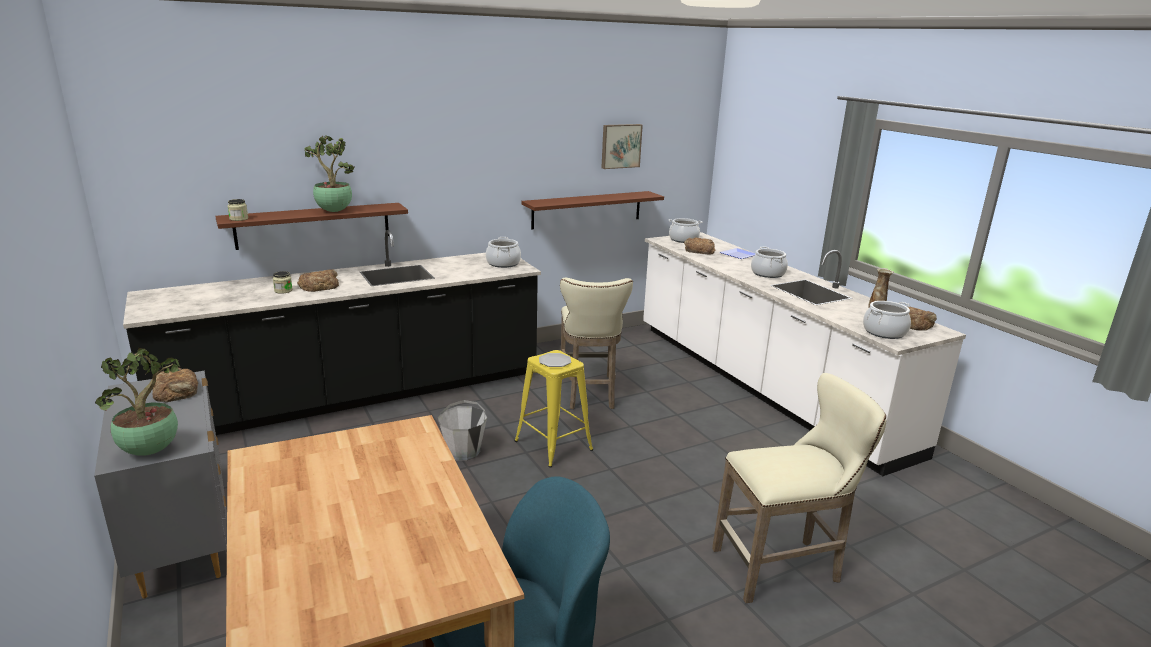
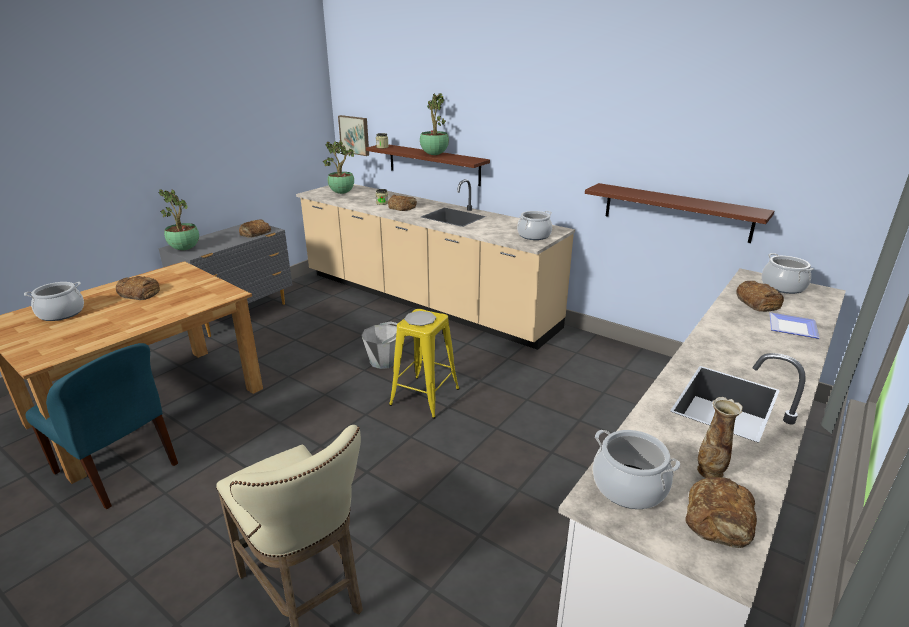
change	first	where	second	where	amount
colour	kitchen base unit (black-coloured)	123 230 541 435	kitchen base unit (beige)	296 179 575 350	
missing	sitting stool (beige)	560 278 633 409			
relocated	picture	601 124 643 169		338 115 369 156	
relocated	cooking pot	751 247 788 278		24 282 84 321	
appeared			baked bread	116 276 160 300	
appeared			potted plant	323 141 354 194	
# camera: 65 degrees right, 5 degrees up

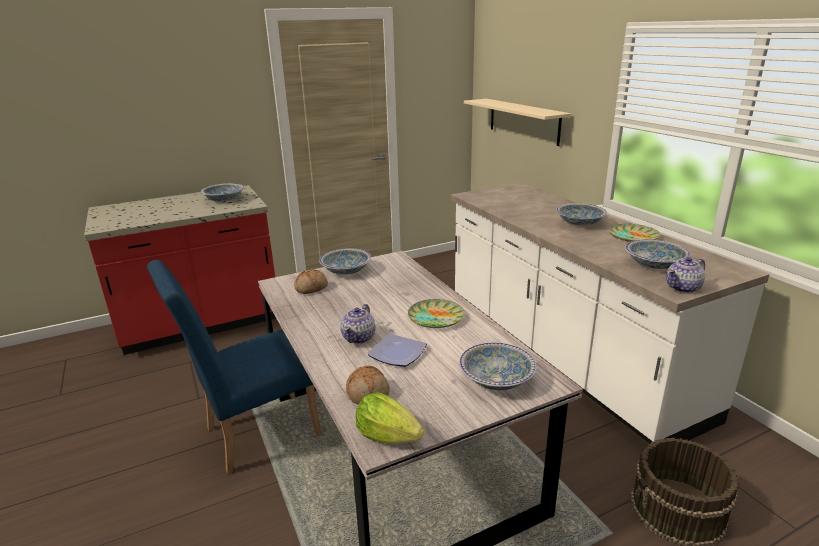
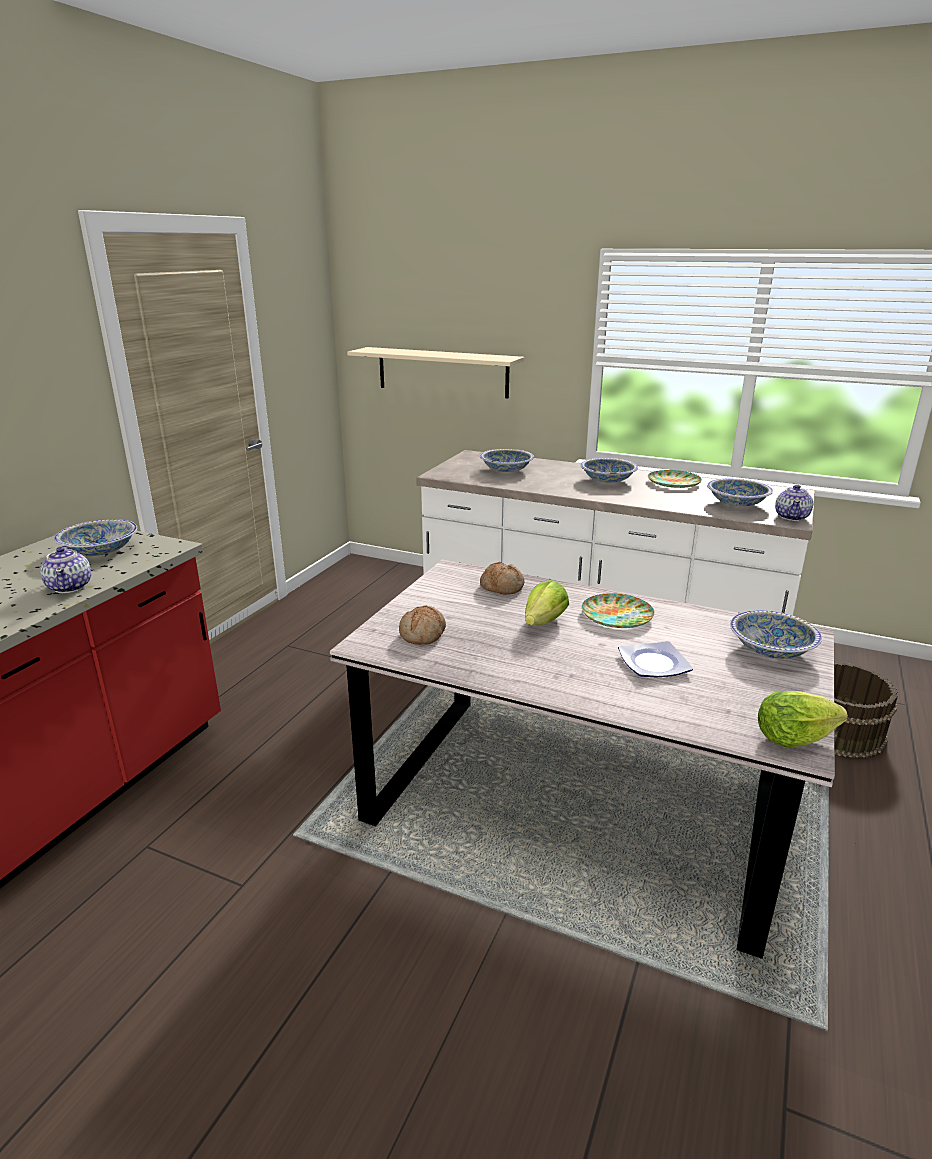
change	first	where	second	where	amount
missing	upright chair (blue)	147 260 322 474			
relocated	bowl	319 249 371 275		480 449 534 472	
relocated	teapot	341 304 375 344		40 545 91 593	
relocated	baked bread	346 365 390 405		480 562 524 594	
appeared			lettuce	525 580 569 626	
# camera: 40 degrees left, 0 degrees up

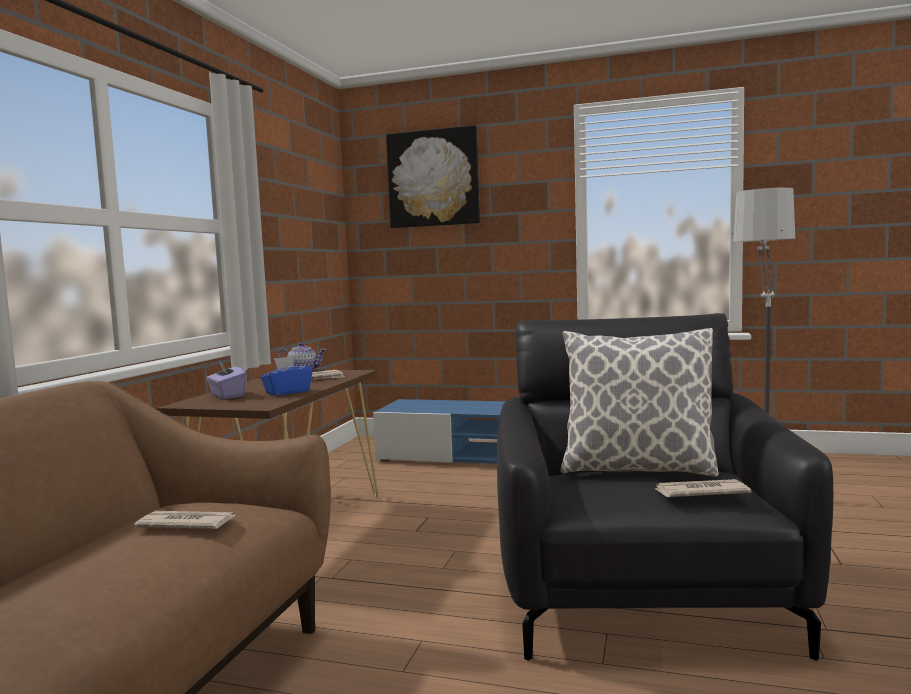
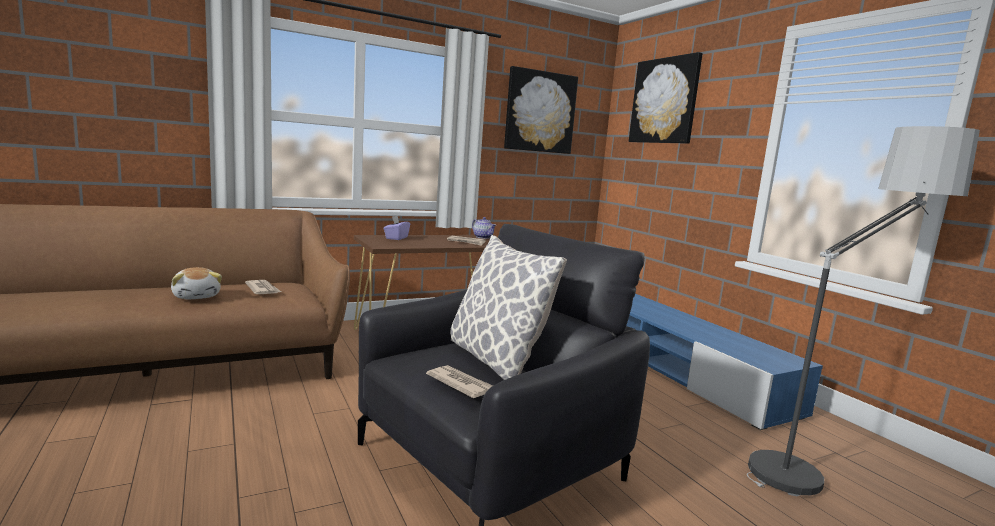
change	first	where	second	where	amount
missing	tissue box (blue)	260 356 313 396			
appeared			soft toy	171 267 222 299	
appeared			picture	504 66 578 154	
# camera: 45 degrees right, 5 degrees up

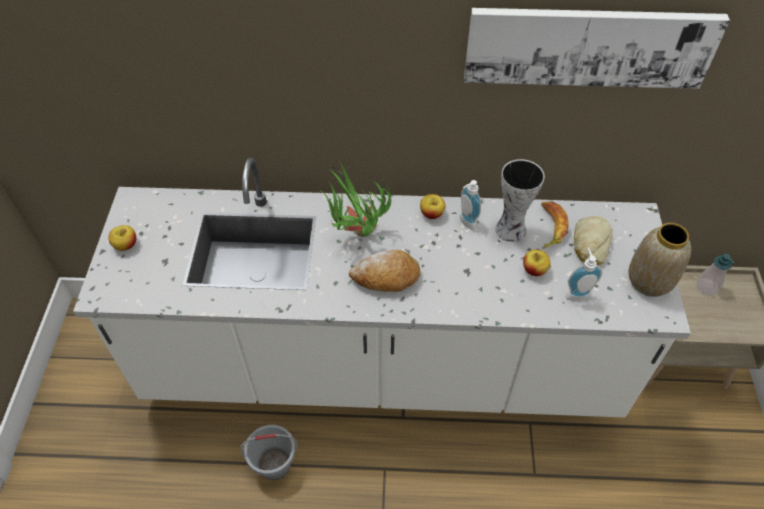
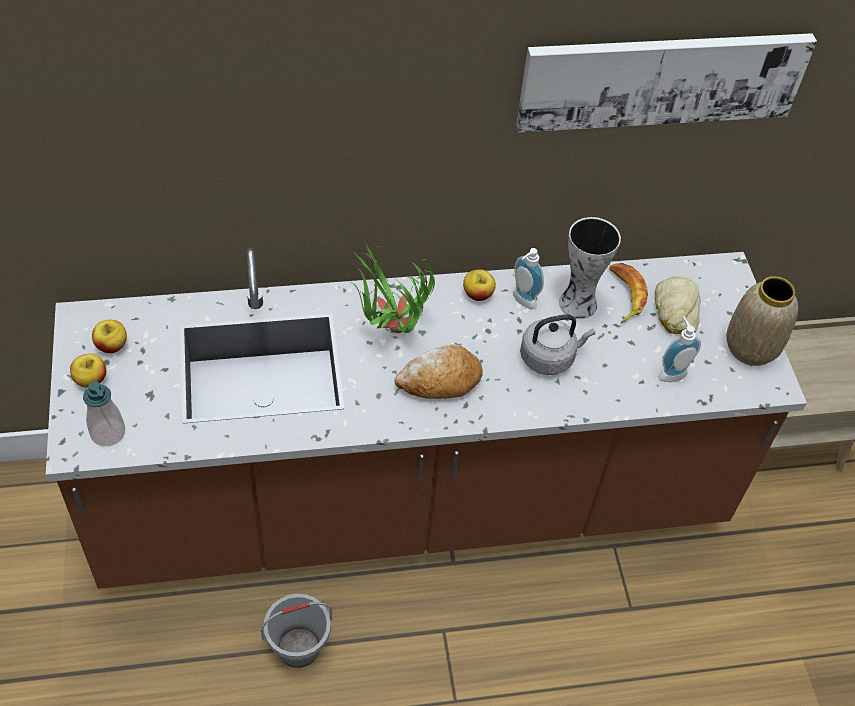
change	first	where	second	where	amount
colour	kitchen base unit (white-coloured)	73 158 691 418	kitchen base unit (brownish)	46 248 807 589	
relocated	whole apple	523 250 550 276		92 320 127 353	
relocated	soap bottle	696 254 735 296		83 381 125 446	
appeared			kettle (gray)	520 314 595 375	
# camera: 15 degrees left, 0 degrees up

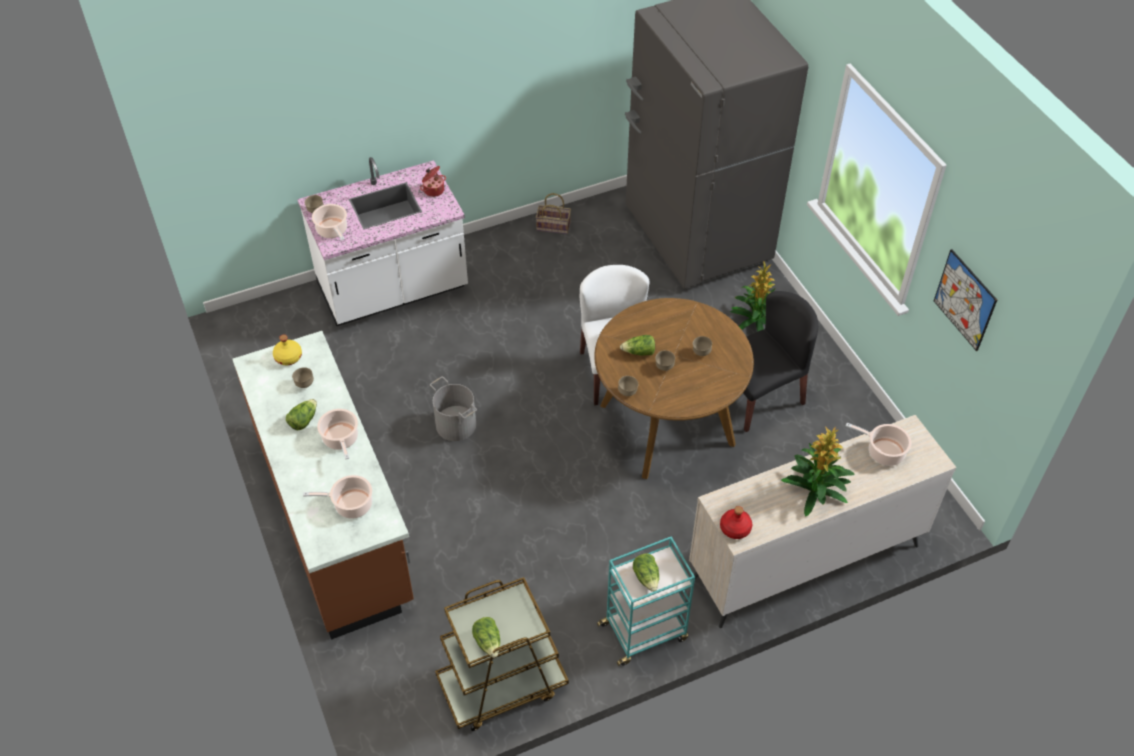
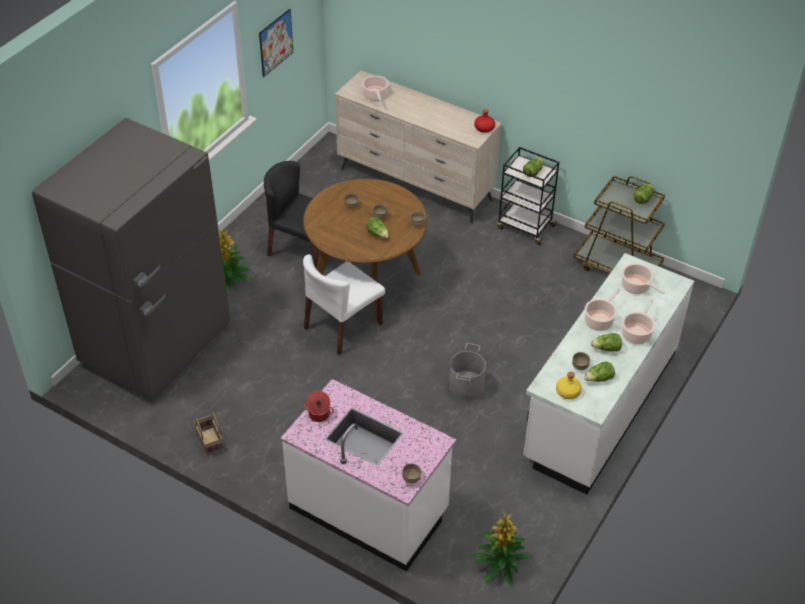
change	first	where	second	where	amount
colour	kitchen base unit (brownish)	232 331 414 640	kitchen base unit (white-coloured)	523 253 694 495	
relocated	cooking pot	312 204 347 241		622 299 655 344	
colour	trolley (turquoise-coloured)	597 536 695 666	trolley (black-coloured)	497 147 560 245	
relocated	potted plant	781 426 854 516		473 512 529 586	
appeared			lettuce	584 362 615 382	
# camera: 125 degrees left, 5 degrees down

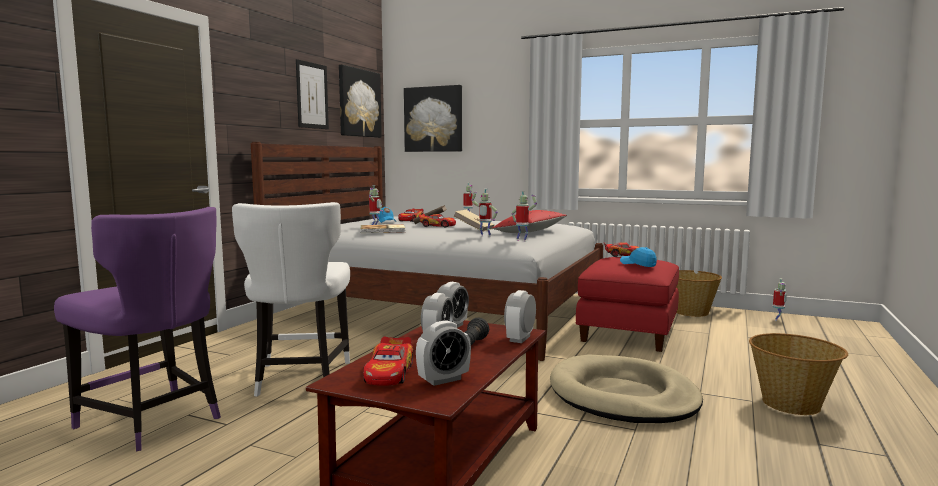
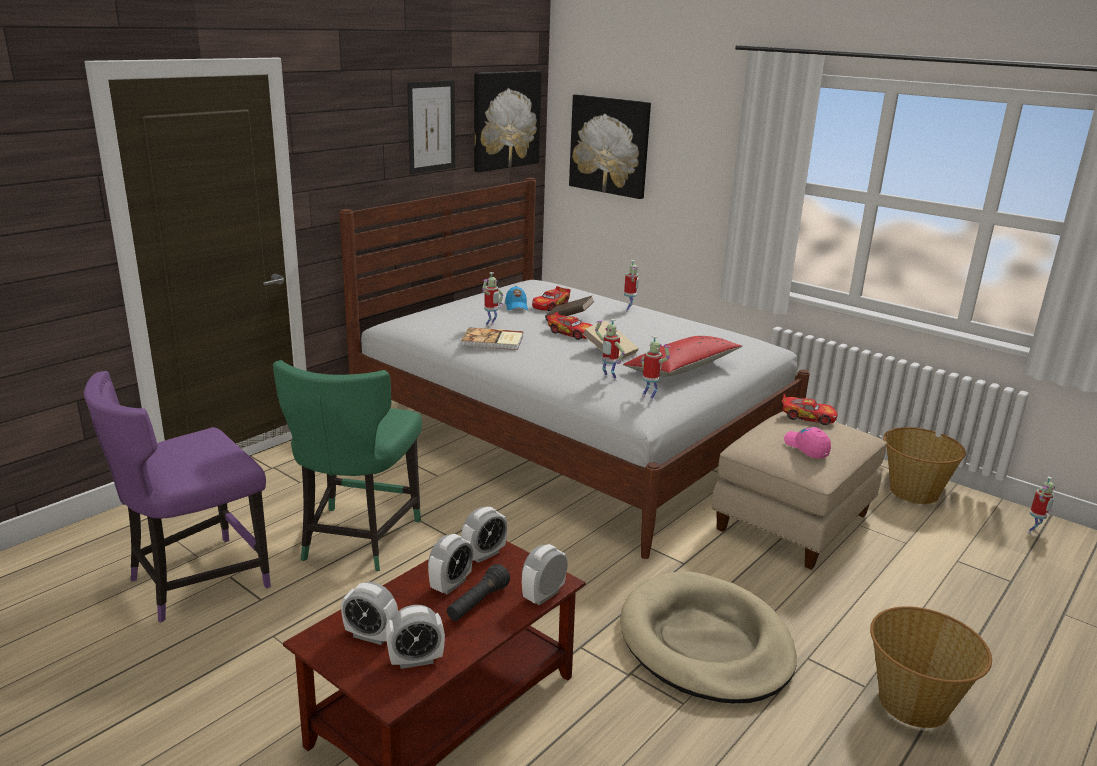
change	first	where	second	where	amount
spun	upright chair (purplish)	54 207 221 451		84 371 271 623	90 degrees clockwise
colour	upright chair (white-coloured)	232 202 350 397	upright chair (green)	273 360 422 571	
exchanged	miniature car	363 337 413 386	bedside clock	341 582 398 645	
colour	ottoman (reddish)	576 257 679 352	ottoman (beige)	712 411 887 570	
colour	peaked cap (blue)	620 247 657 267	peaked cap (pinkish)	784 426 831 459	
# camera: 15 degrees right, 15 degrees up

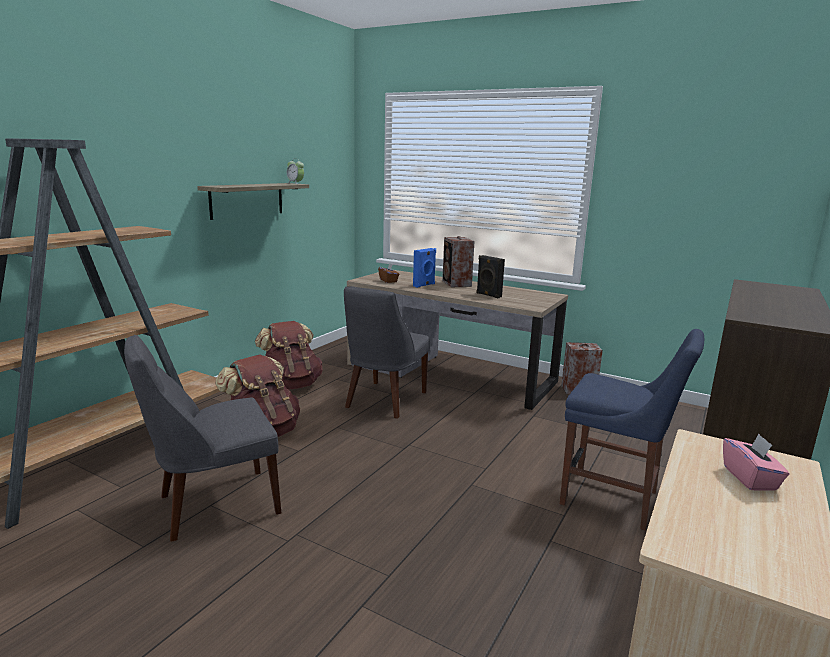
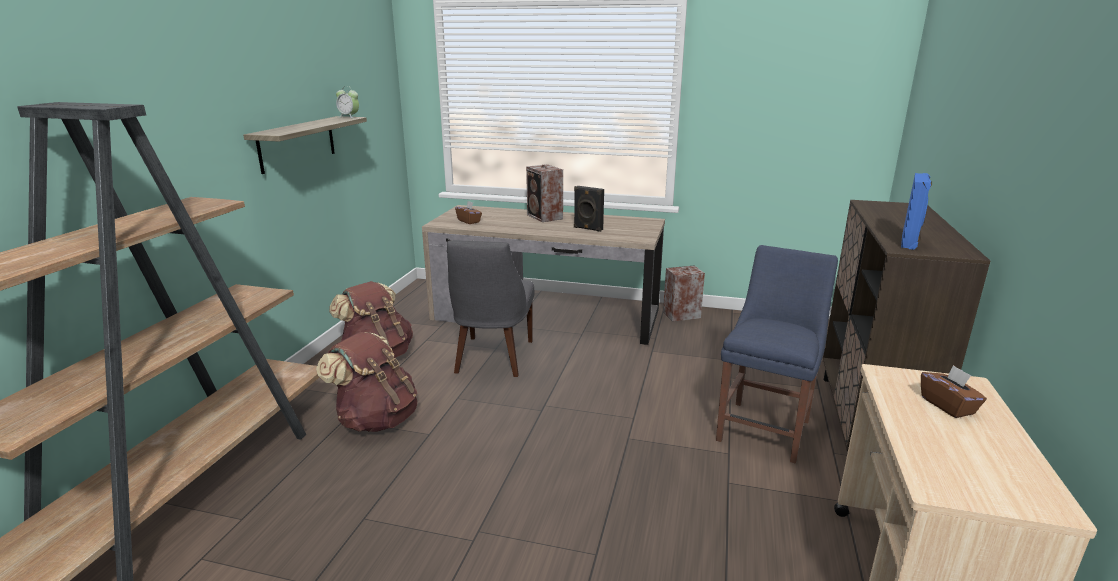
change	first	where	second	where	amount
missing	upright chair (gray)	124 335 281 542			
relocated	audio speaker (blue)	413 248 436 288		901 173 932 250	
spun	upright chair (blue)	560 329 704 531		716 245 838 464	75 degrees counterclockwise
colour	tissue box (pinkish)	723 434 789 491	tissue box (brownish)	921 365 987 418	
# camera: 15 degrees left, 5 degrees up

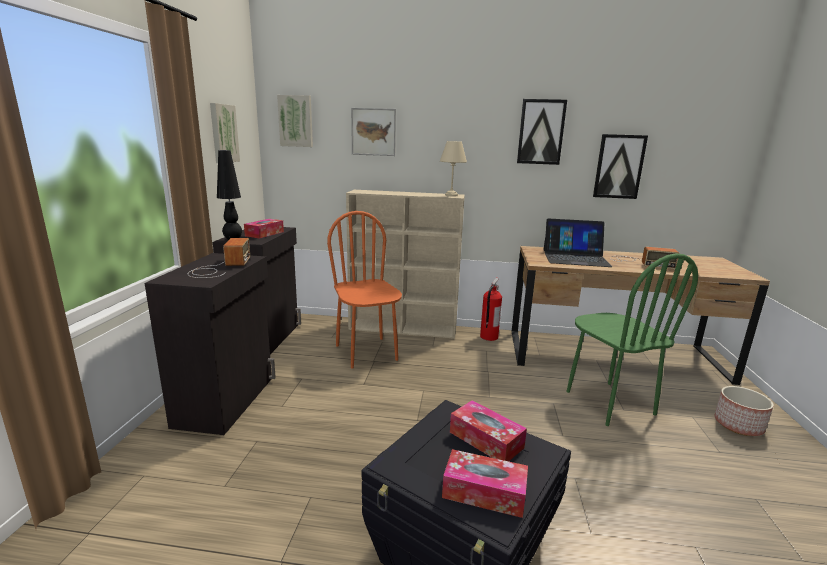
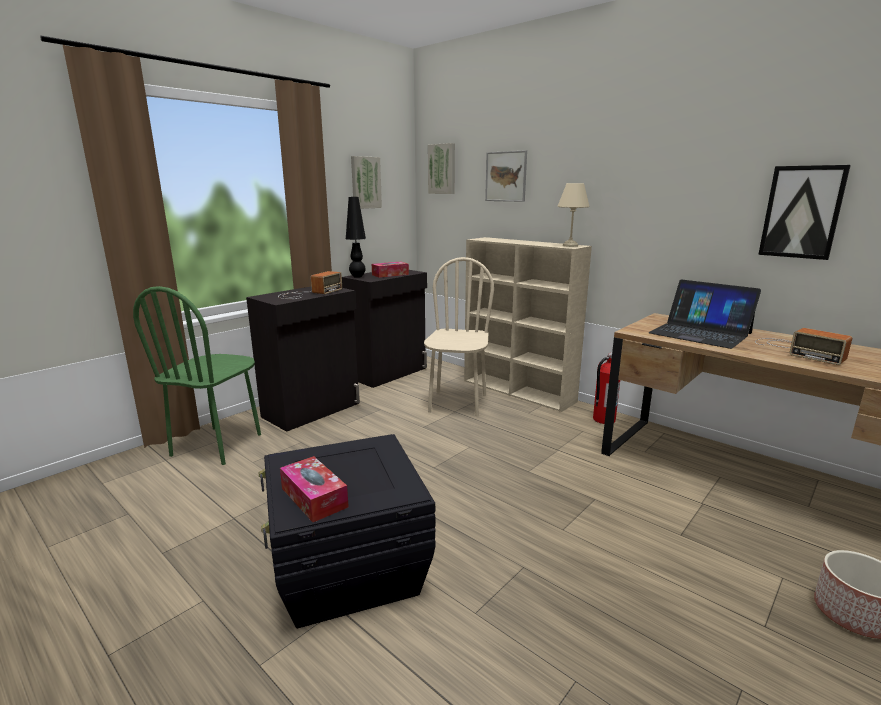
change	first	where	second	where	amount
colour	upright chair (orangey)	327 211 402 369	upright chair (beige)	424 257 494 417	
missing	tissue box	450 400 527 461			
missing	picture	517 99 567 165			
relocated	upright chair (green)	566 254 698 426		133 286 261 465	
# camera: 35 degrees right, 0 degrees up

